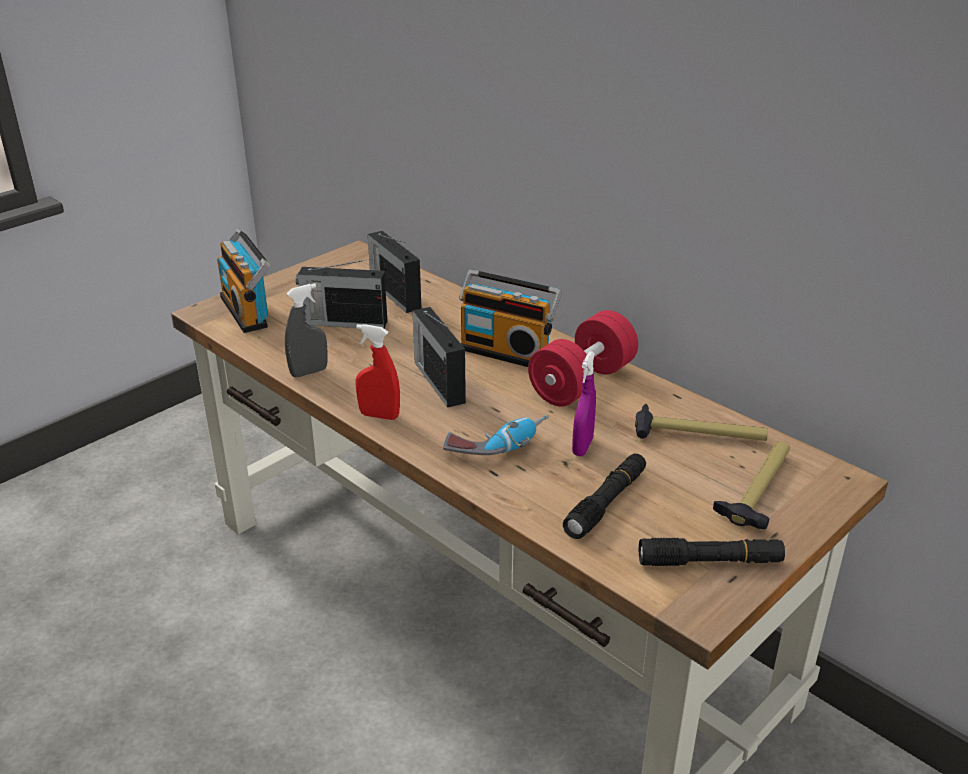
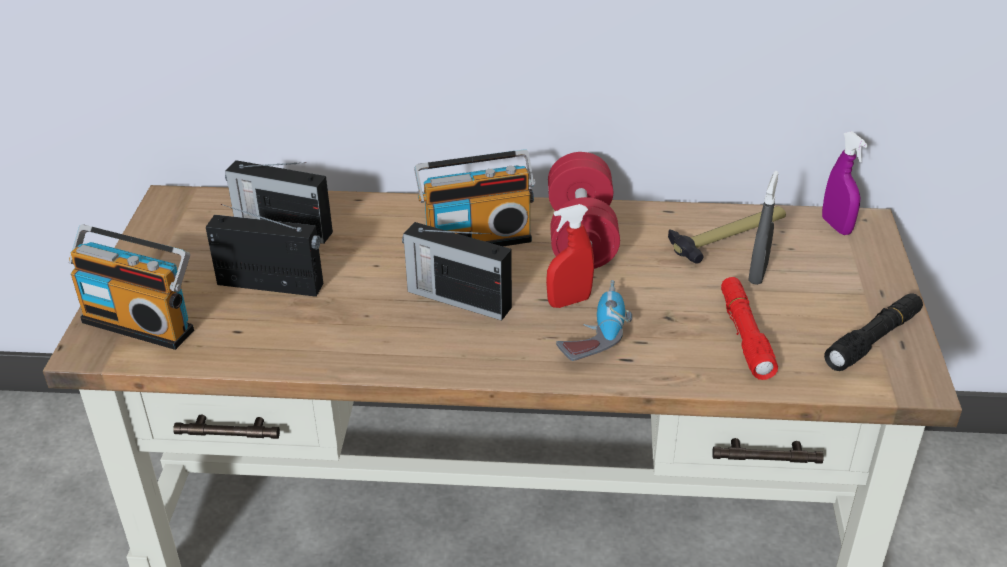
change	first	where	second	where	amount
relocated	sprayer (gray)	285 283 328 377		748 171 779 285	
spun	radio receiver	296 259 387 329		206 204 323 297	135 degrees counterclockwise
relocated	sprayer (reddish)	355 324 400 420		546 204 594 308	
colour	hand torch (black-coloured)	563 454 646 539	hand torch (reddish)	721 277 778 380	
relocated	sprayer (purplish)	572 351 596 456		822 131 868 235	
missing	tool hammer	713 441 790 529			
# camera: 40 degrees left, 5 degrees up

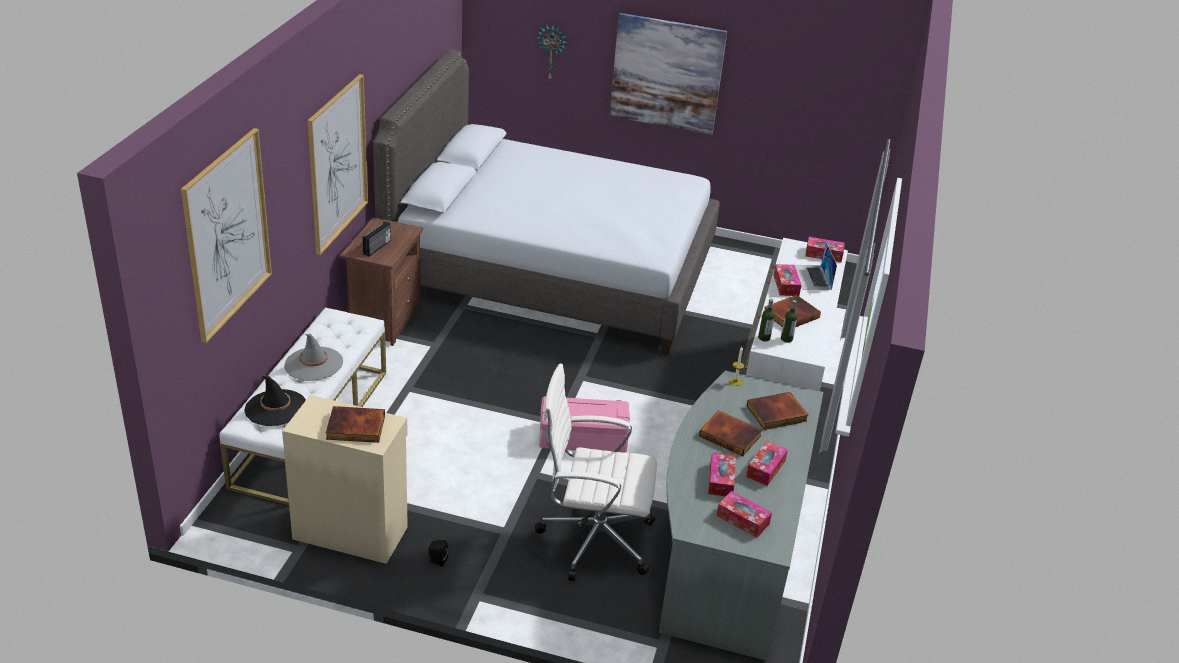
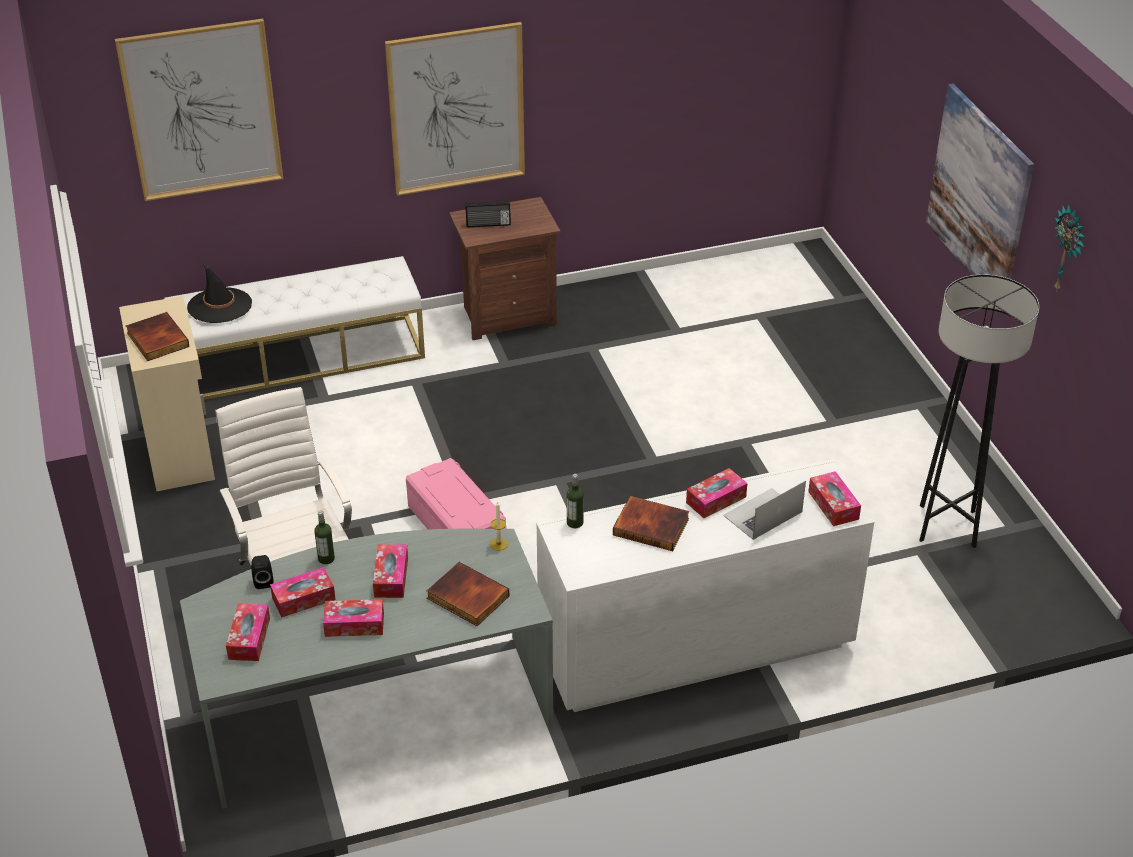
change	first	where	second	where	amount
missing	hat (gray)	284 333 343 381			
missing	sleeping bed (gray)	373 49 719 354			
relocated	audio speaker (black-coloured)	428 540 448 567		251 555 274 589	
relocated	wall clock	537 25 567 81		1054 204 1085 291	
exchanged	bound book	699 410 762 456	tissue box	373 544 408 598	
relocated	drink bottle	781 300 798 343		314 510 335 564	
appeared			standing lamp (gray)	919 274 1039 548	
# camera: 60 degrees right, 5 degrees up

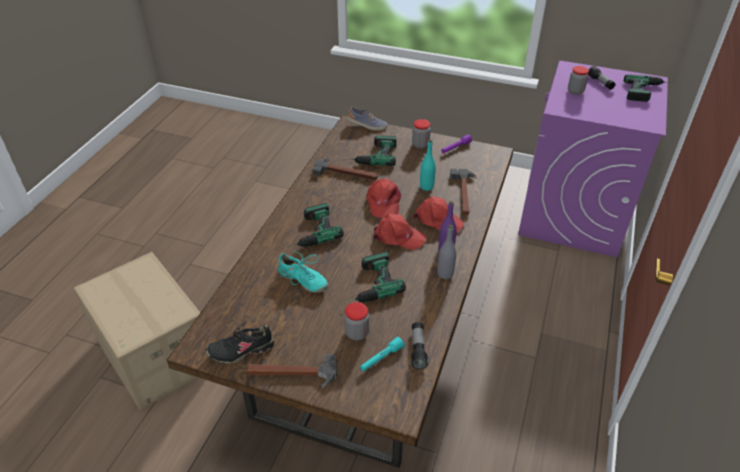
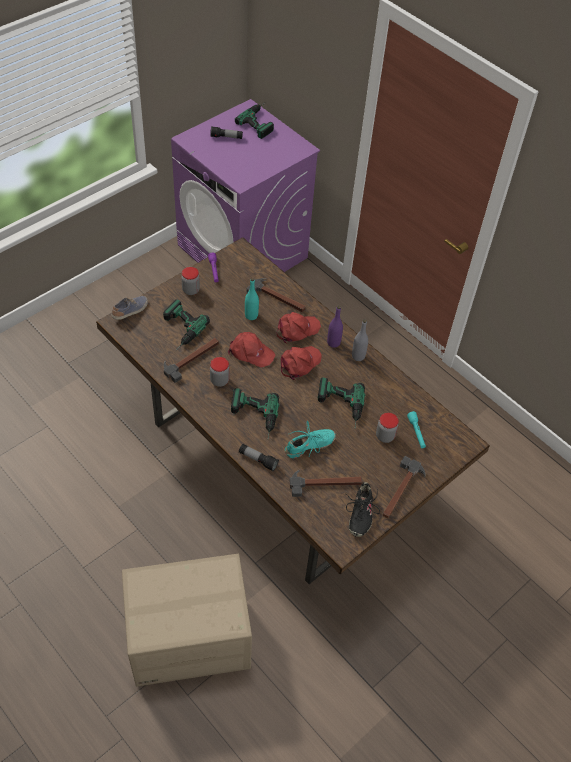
change	first	where	second	where	amount
relocated	hand torch	411 322 428 369		239 444 279 471	
relocated	storage jar	568 66 589 95		210 357 229 387	
appeared			tool hammer	290 470 362 497	
# camera: 65 degrees left, 10 degrees up

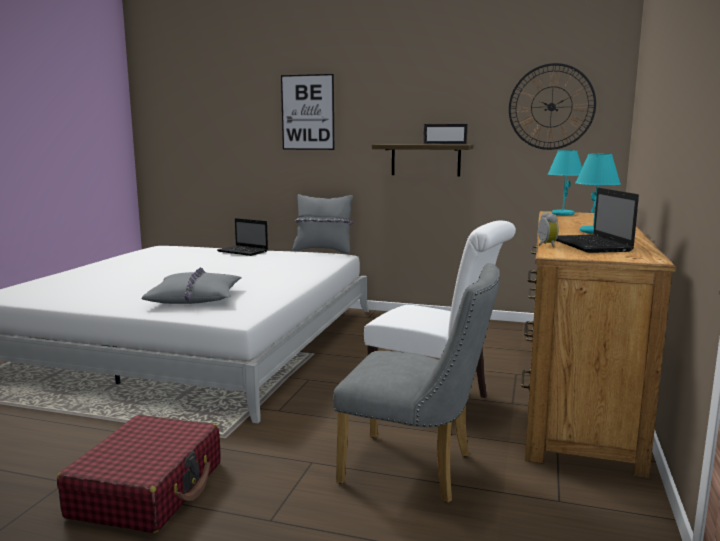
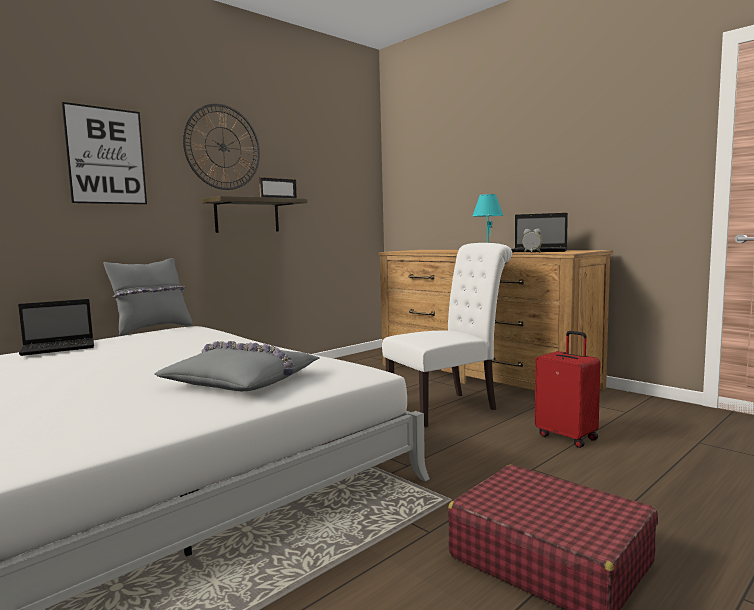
change	first	where	second	where	amount
exchanged	upright chair (gray)	333 263 500 503	travel case (reddish)	535 331 601 448	
relocated	wall clock	509 63 596 150		183 104 260 190	
missing	lamp for a table (turquoise-coloured)	548 150 582 215			
# camera: 60 degrees left, 5 degrees down

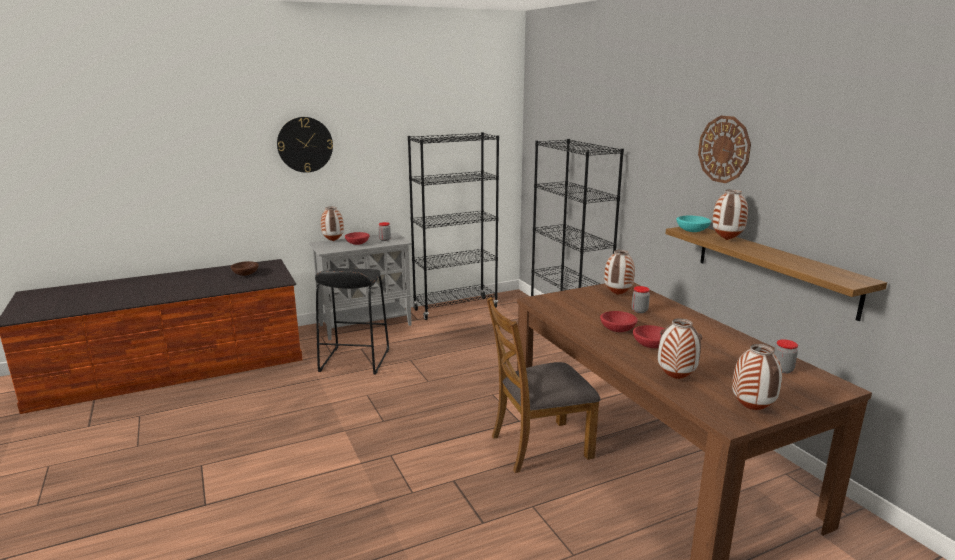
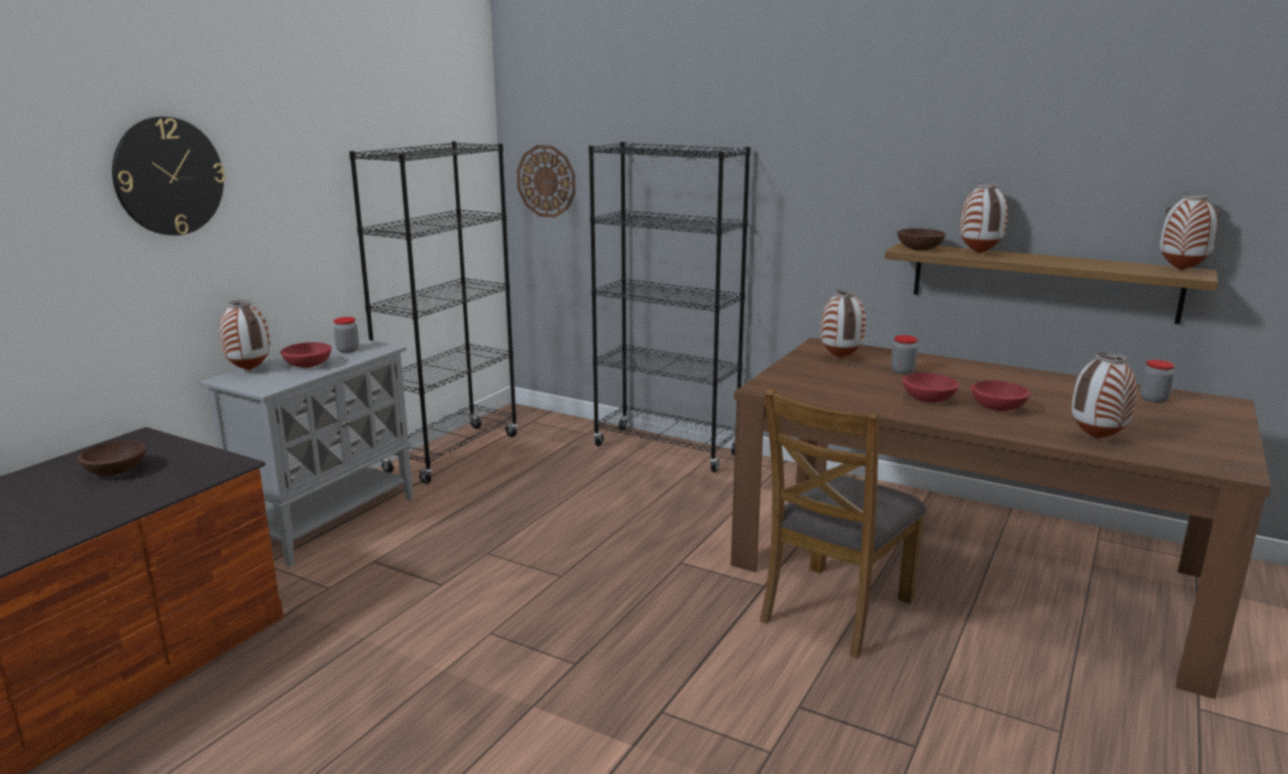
change	first	where	second	where	amount
missing	sitting stool (black-coloured)	315 268 389 375			
colour	bowl (turquoise-coloured)	676 216 711 232	bowl (brownish)	897 228 946 251	
relocated	wall clock	698 115 751 183		517 145 576 218	
relocated	decorative vase	732 344 782 410		1160 194 1221 270	
# camera: 35 degrees left, 0 degrees up

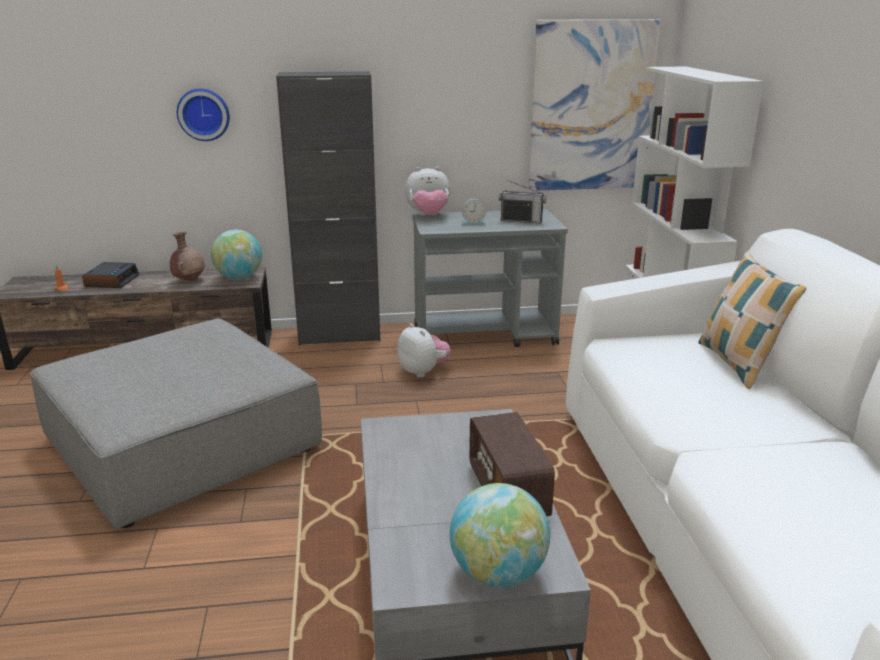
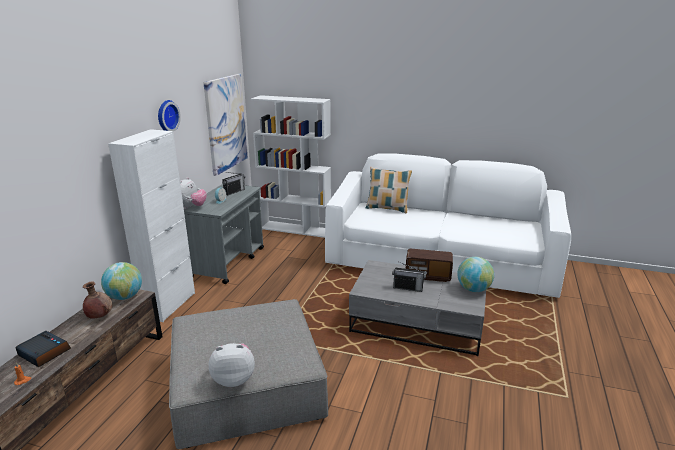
change	first	where	second	where	amount
relocated	wall clock	177 88 230 141		158 100 181 132	
colour	storage cabinet (black-coloured)	276 71 380 346	storage cabinet (white-coloured)	108 129 195 322	
relocated	soft toy	397 323 451 378		208 343 255 387	
appeared			radio receiver	392 262 426 292	
# camera: 65 degrees left, 0 degrees up

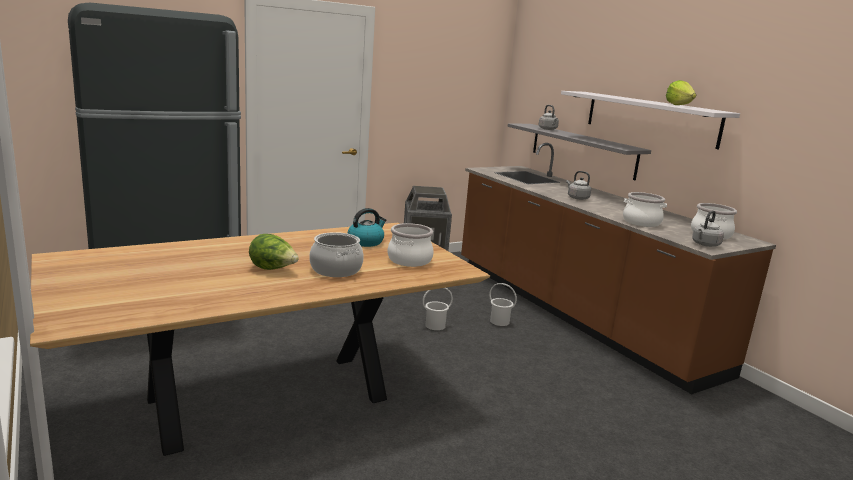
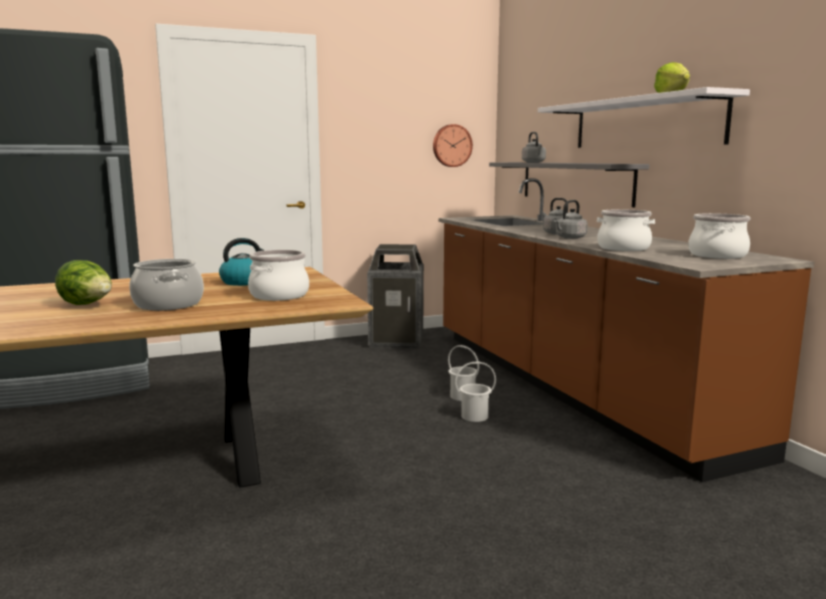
change	first	where	second	where	amount
relocated	pail (white-coloured)	423 288 453 330		455 362 496 422	
relocated	kettle (gray)	692 210 724 247		554 200 588 239	
appeared			wall clock	433 124 473 167	
# camera: 10 degrees right, 5 degrees down

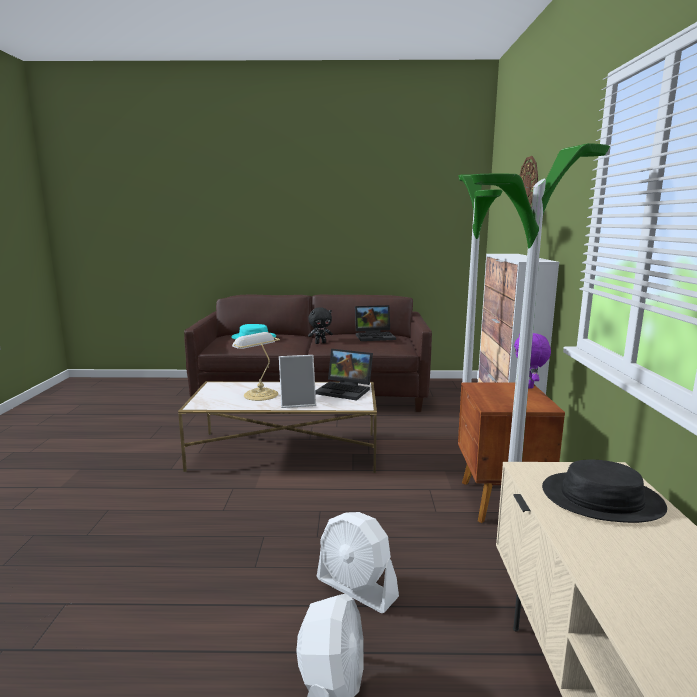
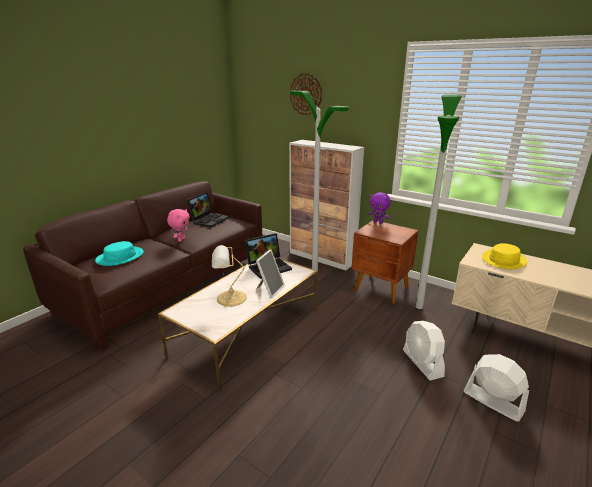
change	first	where	second	where	amount
colour	soft toy (black-coloured)	308 307 333 344	soft toy (pinkish)	167 209 190 242	
spun	fan (white-coloured)	317 512 399 613		403 321 445 381	90 degrees clockwise
colour	hat (black-coloured)	542 460 667 523	hat (yellow-coloured)	482 243 527 269	
# camera: 55 degrees left, 10 degrees up

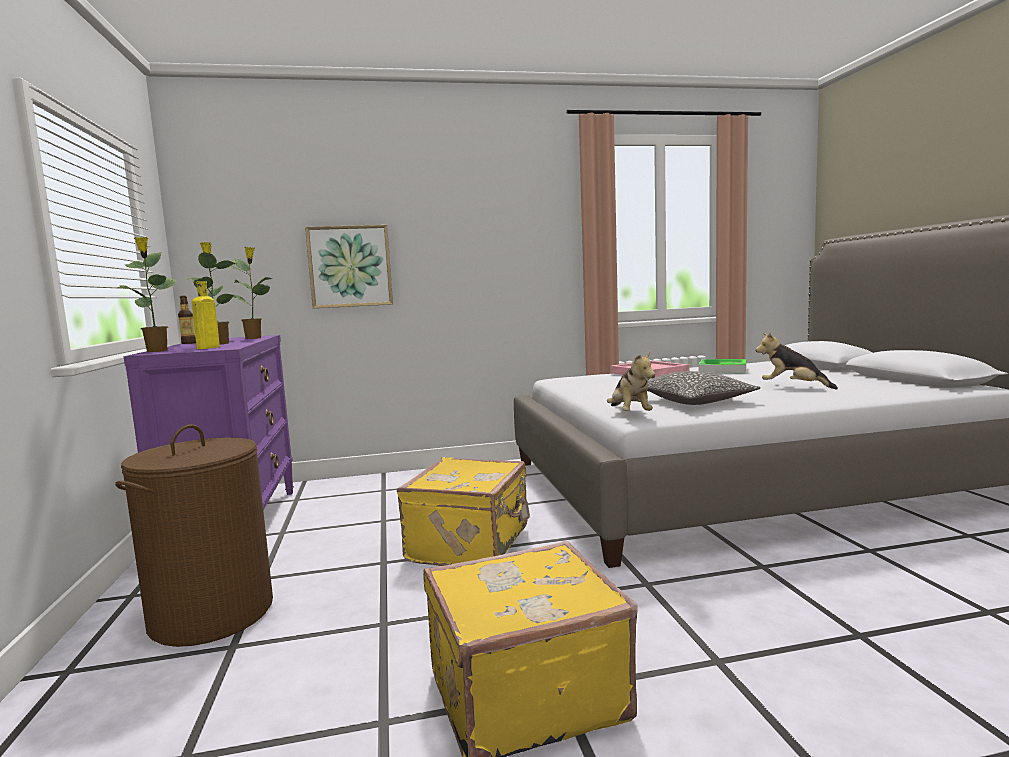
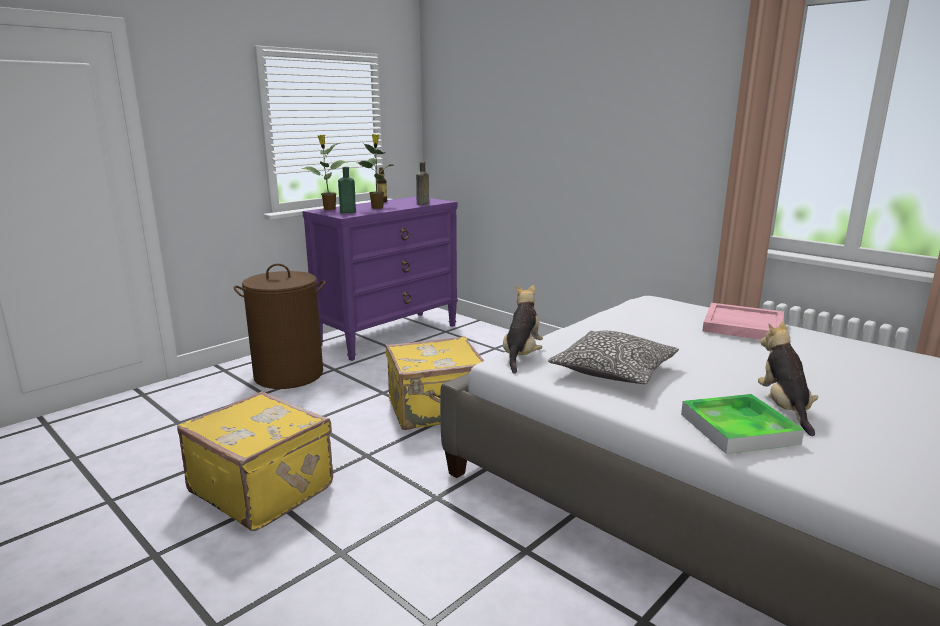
change	first	where	second	where	amount
colour	drink bottle (yellow-coloured)	192 281 220 349	drink bottle (green)	338 167 356 213	
exchanged	potted plant	227 247 273 339	drink bottle (brownish)	416 162 429 205	
missing	picture	305 225 393 308			
spun	soft toy	607 351 655 411		503 285 543 374	150 degrees clockwise
relocated	serving tray	698 359 746 373		681 394 804 454	
# camera: 55 degrees right, 10 degrees up

